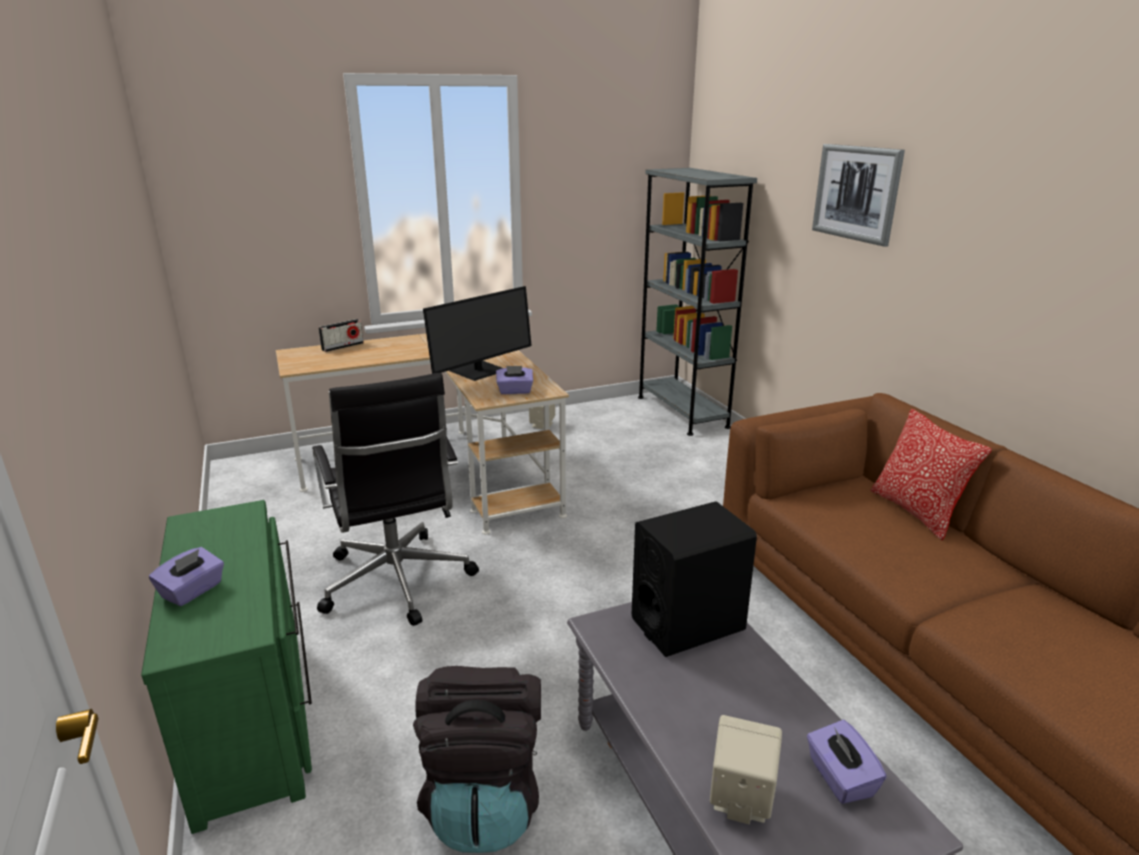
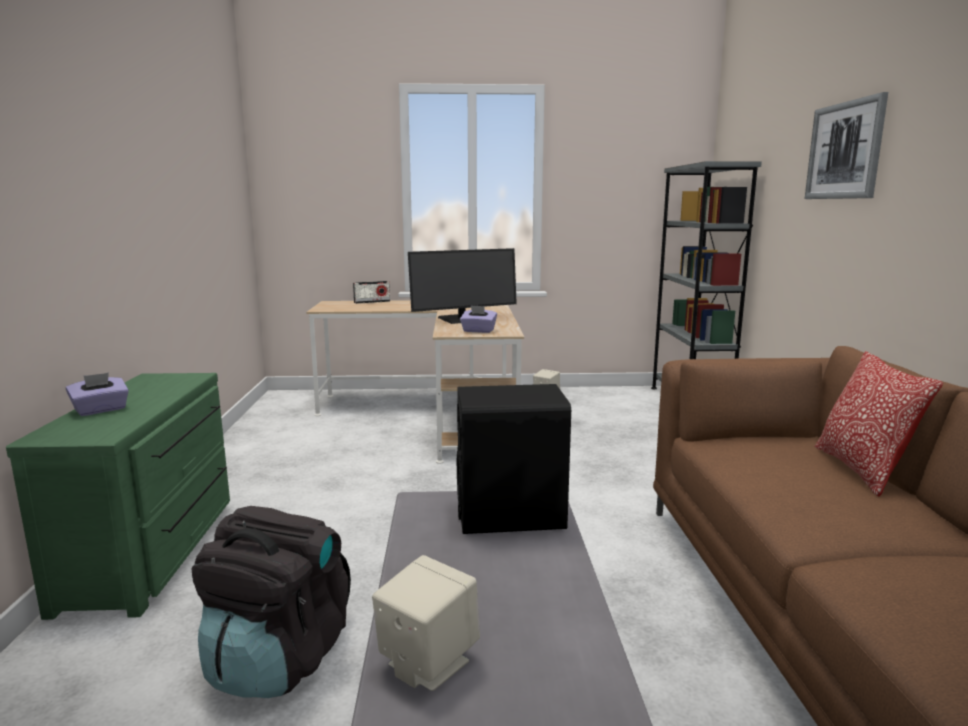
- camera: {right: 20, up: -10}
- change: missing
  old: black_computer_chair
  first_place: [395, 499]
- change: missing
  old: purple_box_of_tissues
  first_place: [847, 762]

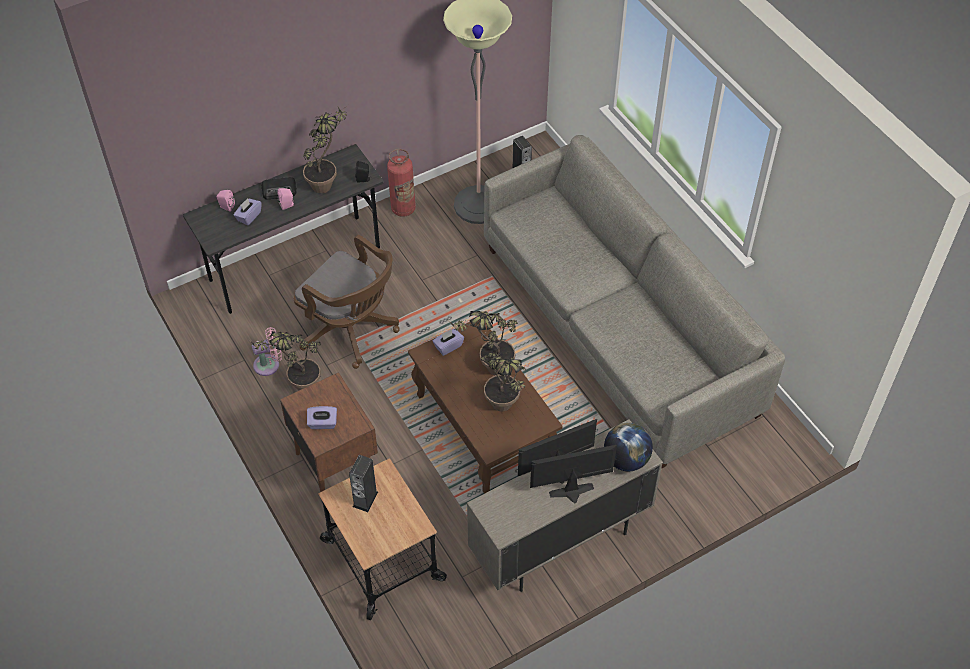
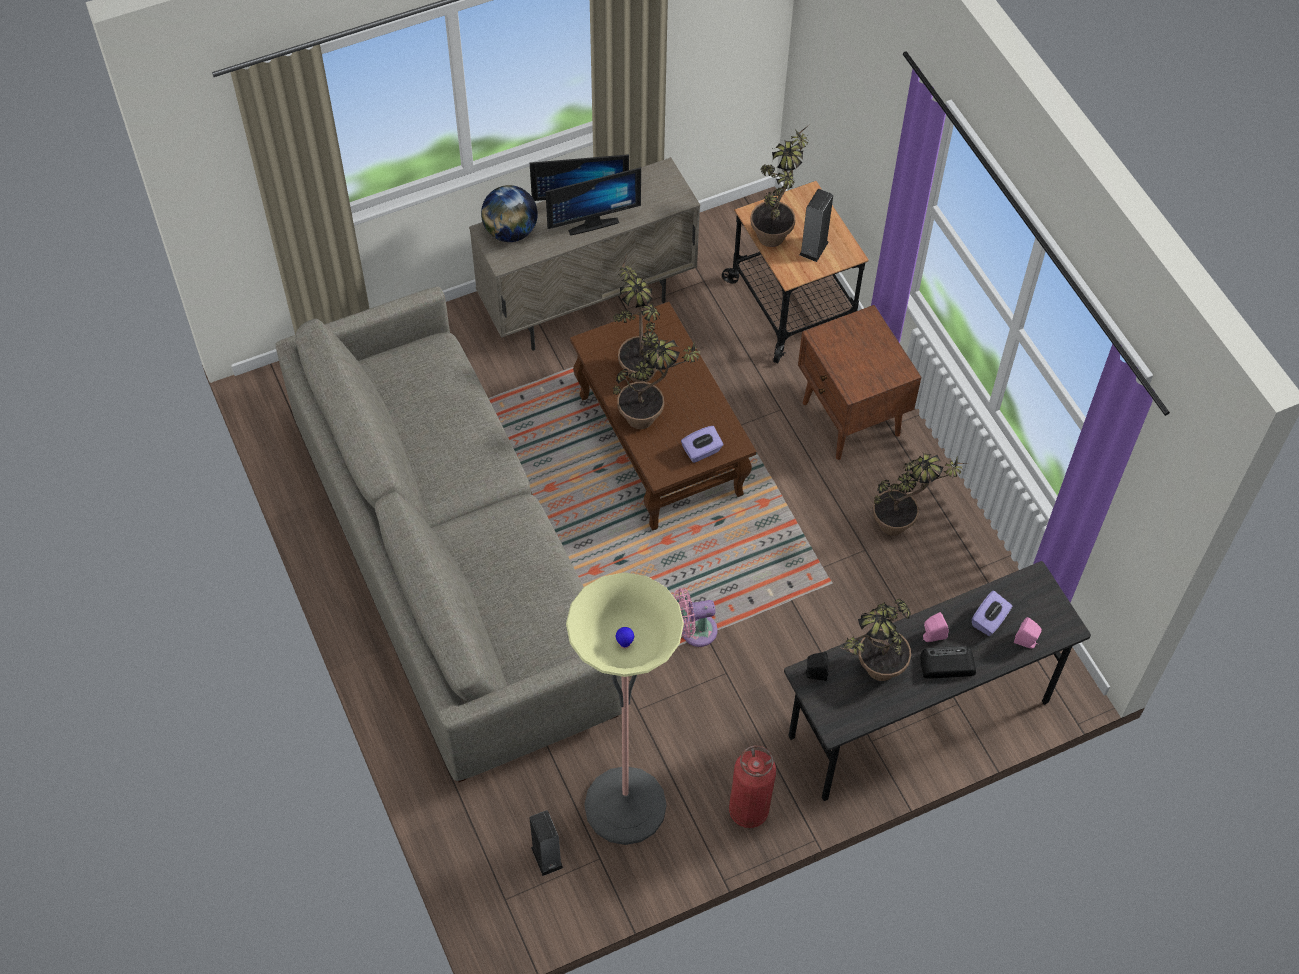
- camera: {right: -175, up: 5}
- change: missing
  old: brownish_computer_chair
  first_place: [347, 302]
- change: missing
  old: purple_box_of_tissues
  first_place: [322, 417]
- change: appeared
  new: potted_plant
  second_place: [780, 185]
- change: relocated
  old: pink-coloured_fan
  first_place: [267, 351]
  second_place: [695, 617]

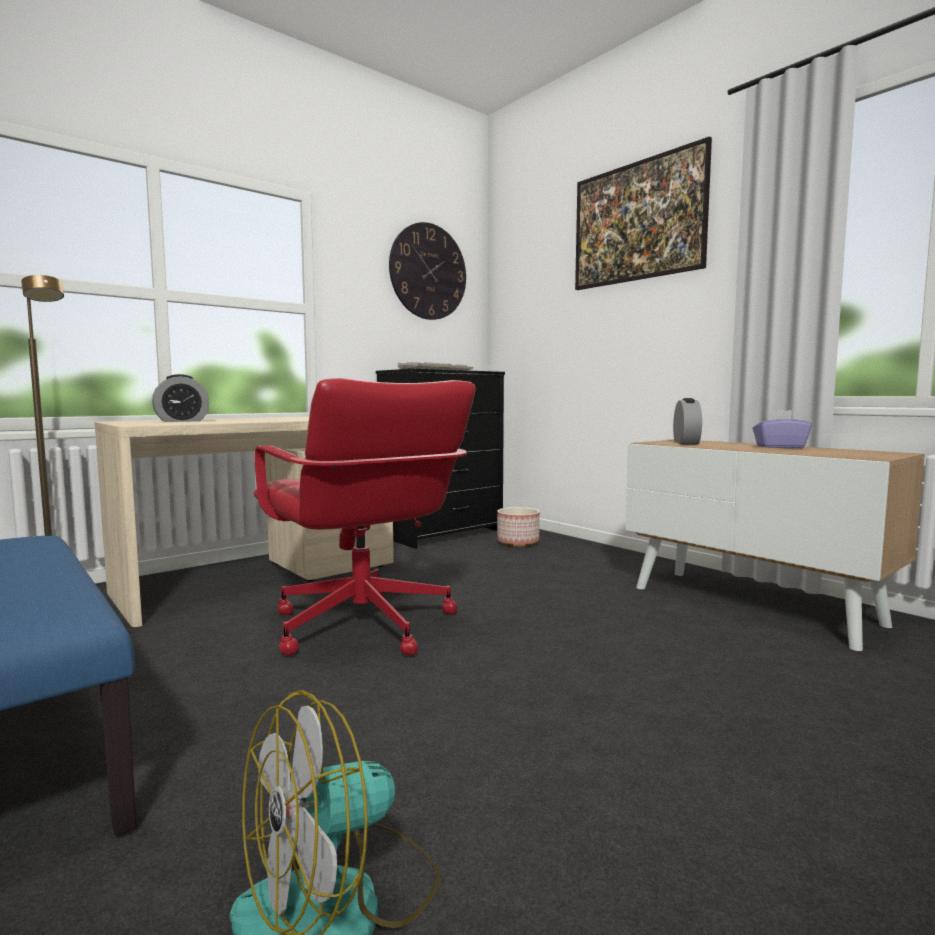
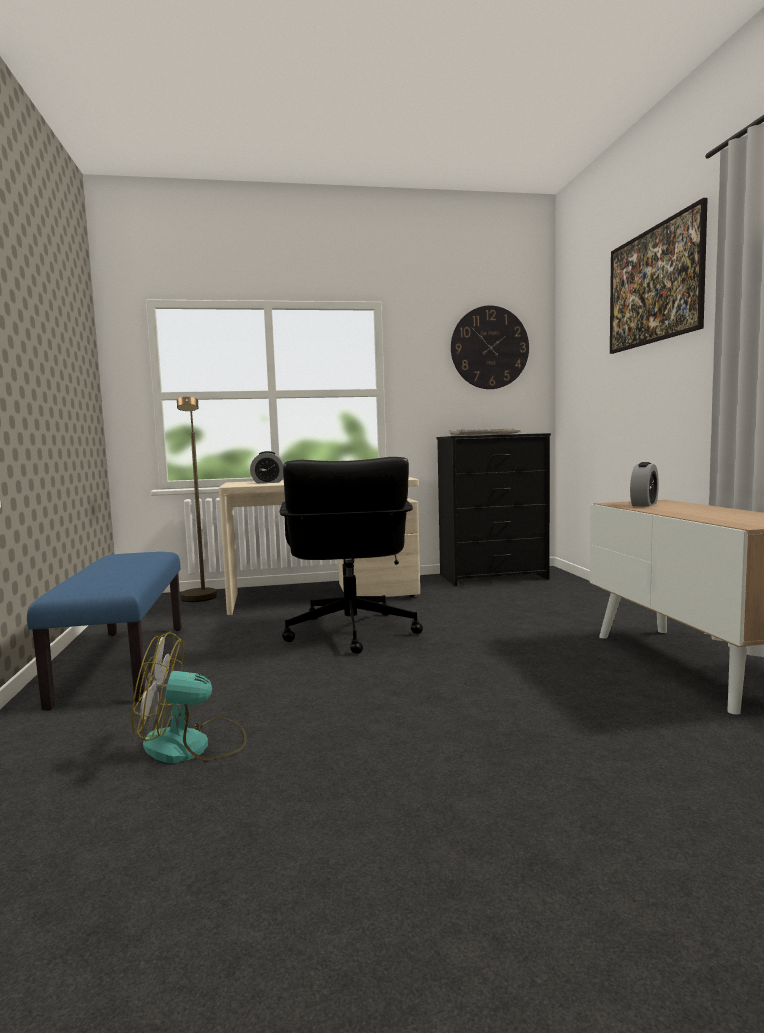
- camera: {right: 30, up: 0}
- change: missing
  old: plant_pot
  first_place: [518, 527]
- change: missing
  old: purple_box_of_tissues
  first_place: [782, 429]
- change: colour
  old: reddish_computer_chair
  new: black_computer_chair
  first_place: [364, 516]
  second_place: [351, 555]

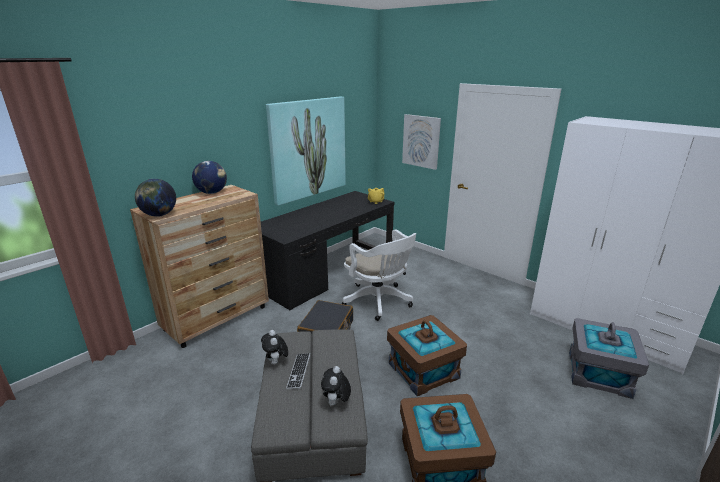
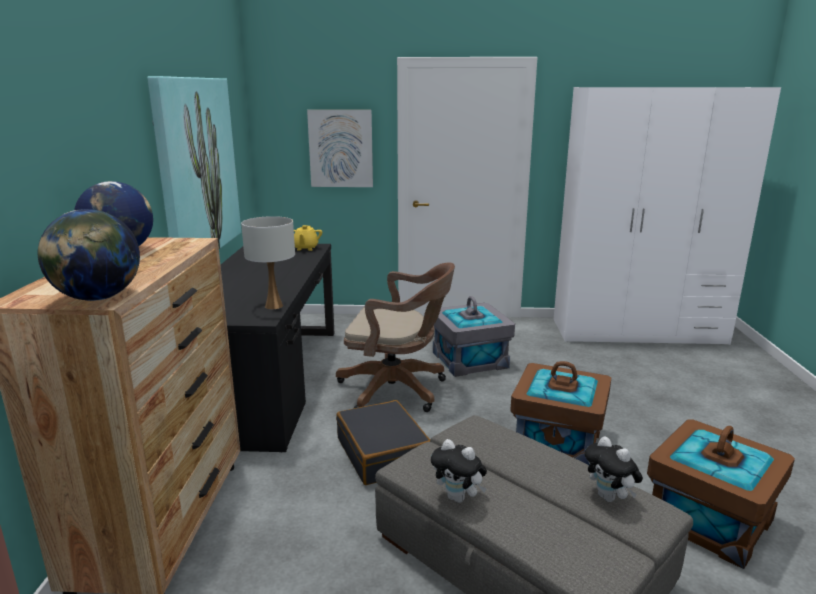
- camera: {right: -40, up: -5}
- change: missing
  old: PC_keyboard
  first_place: [298, 371]
- change: appeared
  new: whitish_lamp_for_a_table
  second_place: [268, 262]
- change: relocated
  old: greyish_storage_box
  first_place: [609, 358]
  second_place: [474, 336]
- change: colour
  old: whitish_computer_chair
  new: brownish_computer_chair
  first_place: [379, 275]
  second_place: [395, 337]

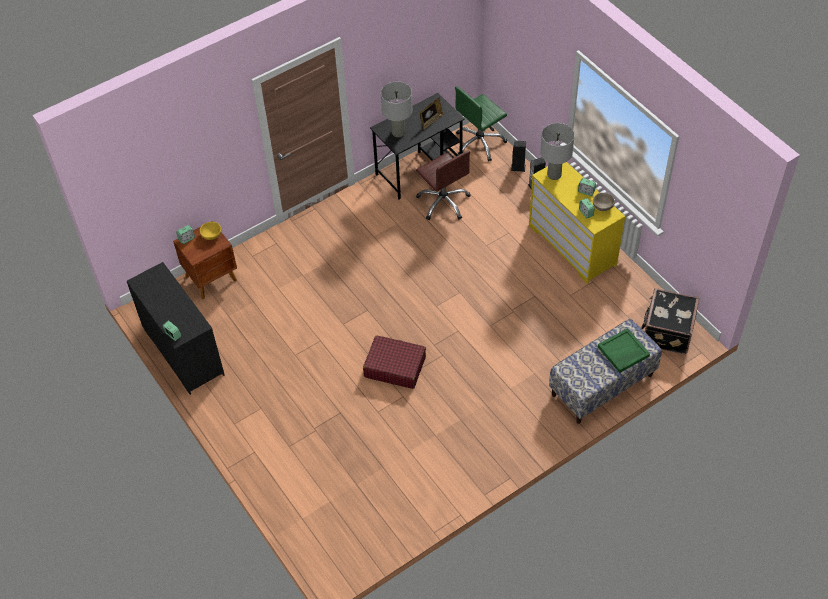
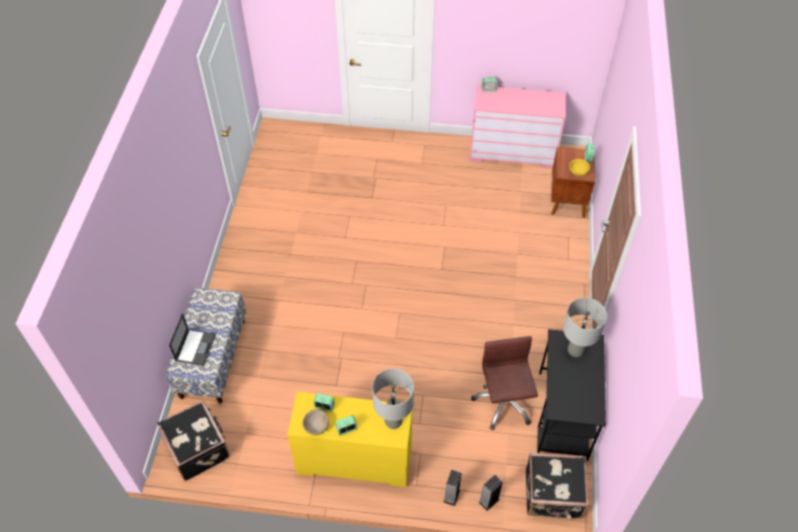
- camera: {right: 130, up: 0}
- change: missing
  old: reddish_travel_case
  first_place: [394, 362]
- change: missing
  old: standing_frame
  first_place: [432, 113]
- change: exchanged
  old: green-coloured_computer_chair
  new: black_travel_case
  first_place: [481, 124]
  second_place: [557, 486]
- change: exchanged
  old: green-coloured_carrying_tray
  new: portable_computer
  first_place: [624, 350]
  second_place: [192, 339]
- change: colour
  old: black_drawer_chest
  new: pink-coloured_drawer_chest
  first_place: [176, 328]
  second_place: [517, 127]
- change: spun
  old: brownish_computer_chair
  first_place: [443, 185]
  second_place: [504, 383]
  degrees: 75

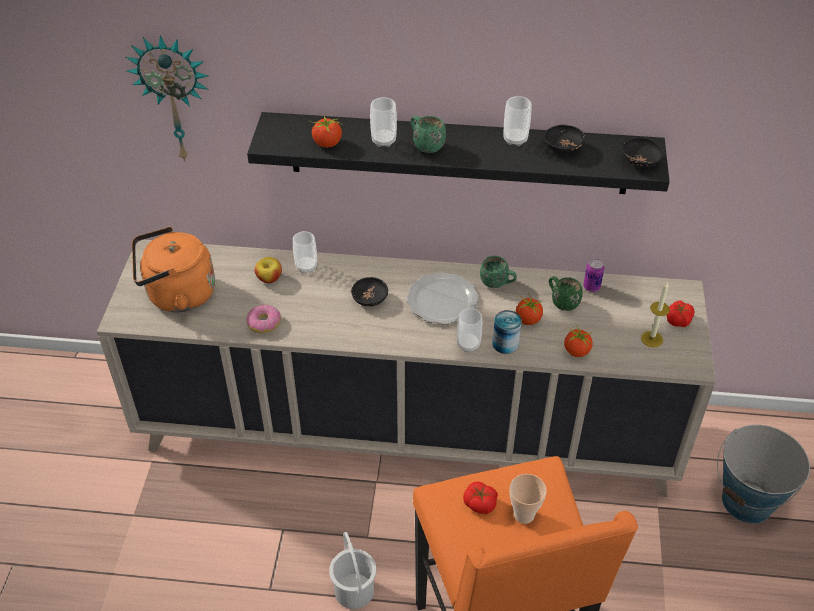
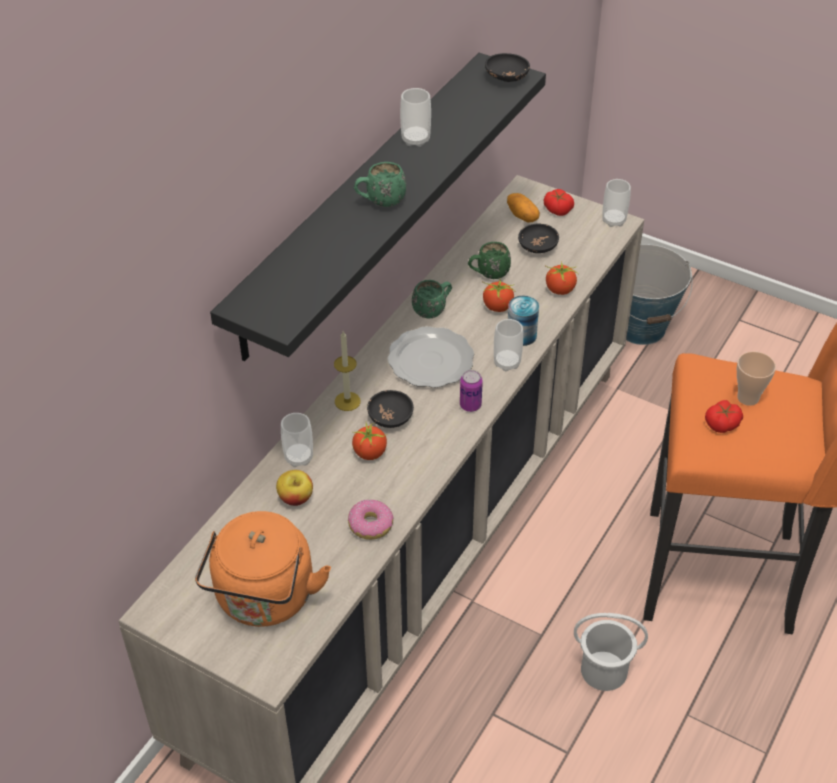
- camera: {right: -65, up: 0}
- change: missing
  old: hanging_clock
  first_place: [167, 98]
- change: appeared
  new: potato
  second_place: [523, 208]
- change: relocated
  old: tomato
  first_place: [326, 131]
  second_place: [369, 441]
- change: relocated
  old: cup
  first_place: [383, 122]
  second_place: [616, 203]
- change: relocated
  old: black_deep_dish
  first_place: [564, 139]
  second_place: [538, 238]
- change: relocated
  old: can
  first_place: [593, 275]
  second_place: [471, 391]
- change: relocated
  old: candle
  first_place: [655, 314]
  second_place: [347, 371]

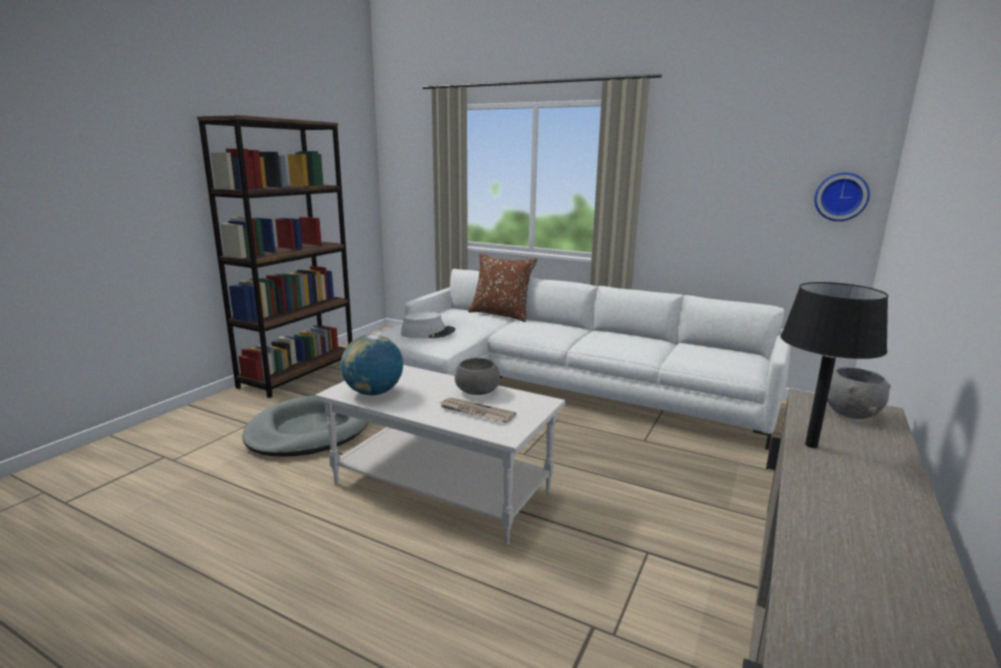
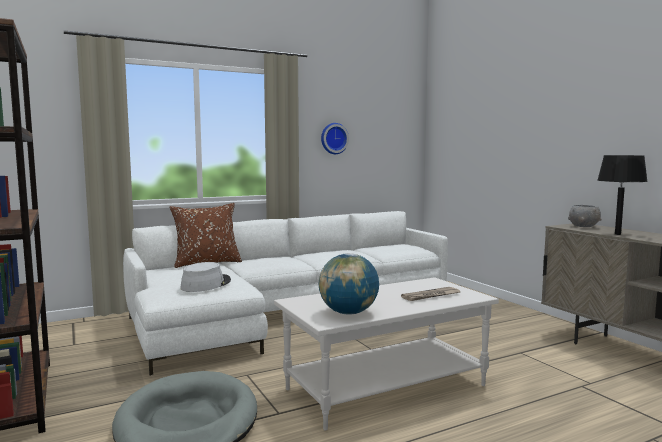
- camera: {right: -55, up: -10}
- change: missing
  old: greyish_deep_dish
  first_place: [477, 376]
- change: relocated
  old: hanging_clock
  first_place: [842, 197]
  second_place: [335, 138]

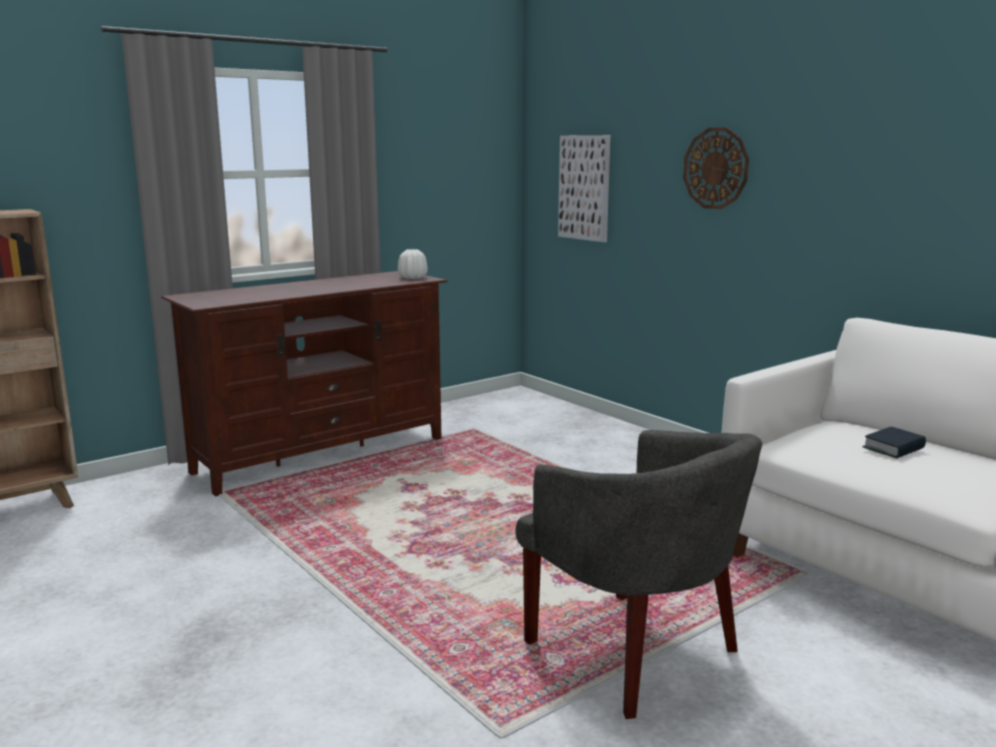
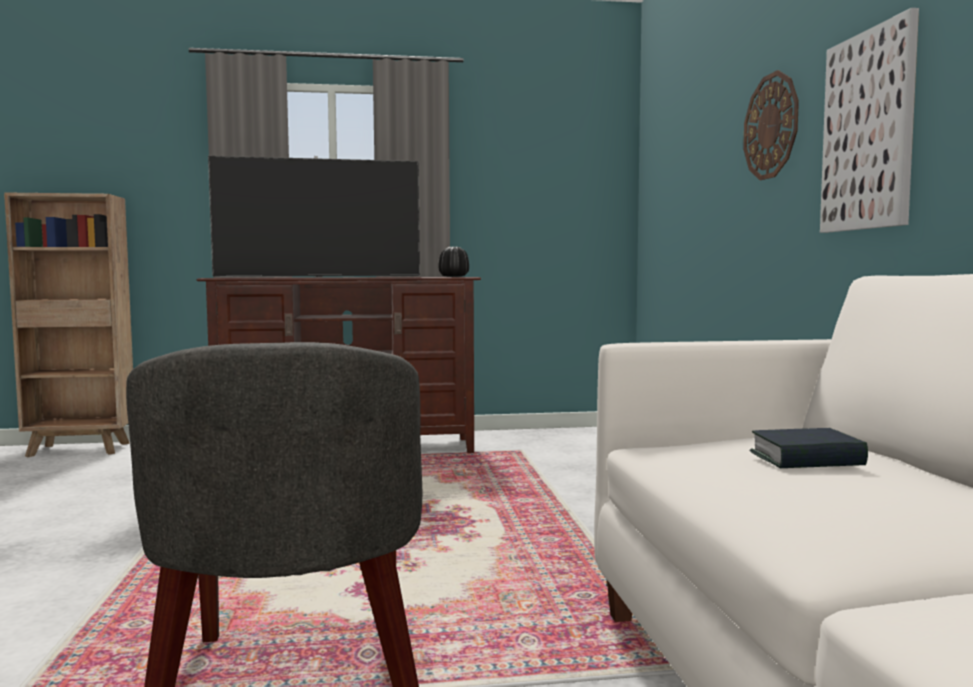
- camera: {right: 30, up: -10}
- change: appeared
  new: television
  second_place: [314, 216]
- change: relocated
  old: picture
  first_place: [584, 188]
  second_place: [869, 120]
- change: colour
  old: whitish_vase
  new: black_vase
  first_place: [412, 264]
  second_place: [454, 262]

